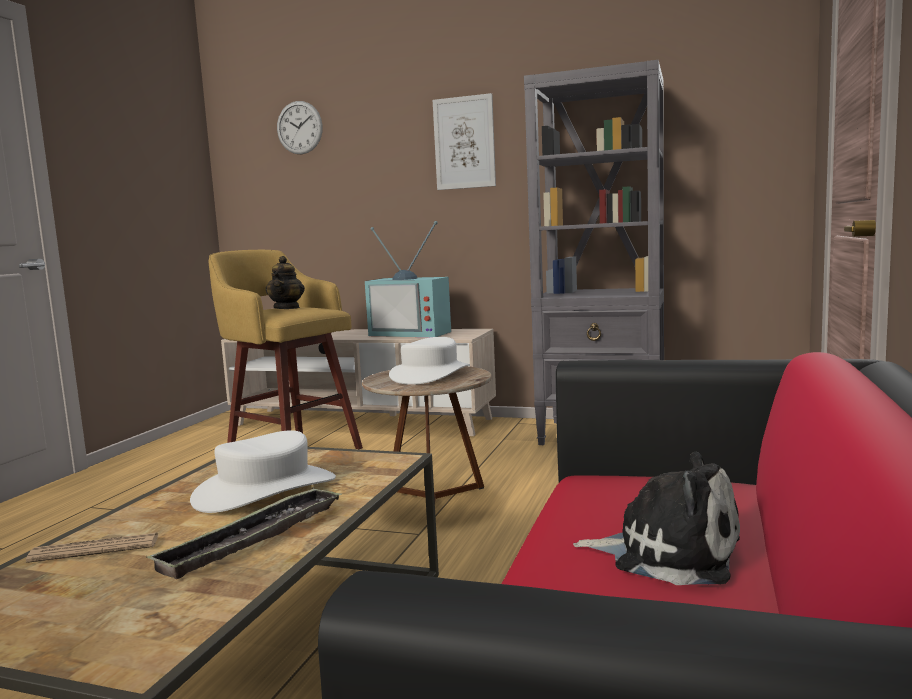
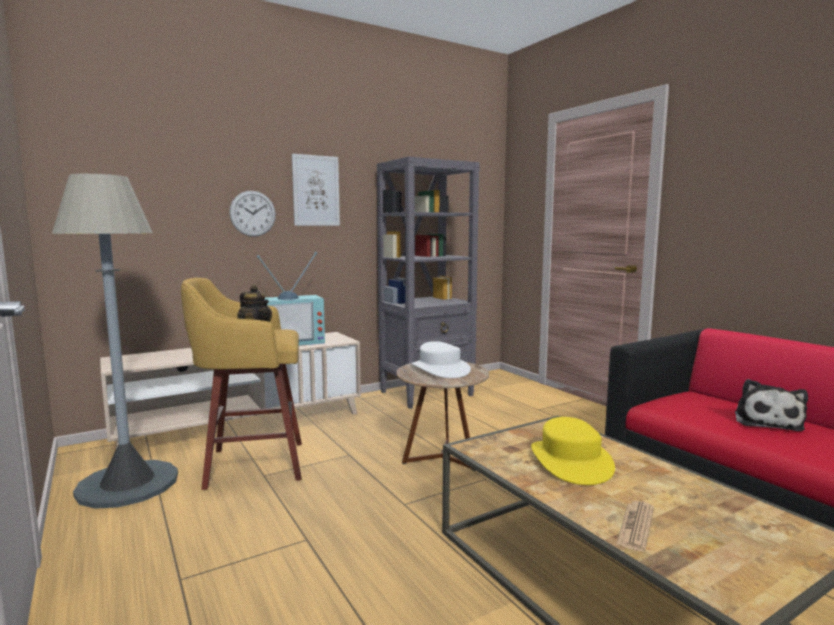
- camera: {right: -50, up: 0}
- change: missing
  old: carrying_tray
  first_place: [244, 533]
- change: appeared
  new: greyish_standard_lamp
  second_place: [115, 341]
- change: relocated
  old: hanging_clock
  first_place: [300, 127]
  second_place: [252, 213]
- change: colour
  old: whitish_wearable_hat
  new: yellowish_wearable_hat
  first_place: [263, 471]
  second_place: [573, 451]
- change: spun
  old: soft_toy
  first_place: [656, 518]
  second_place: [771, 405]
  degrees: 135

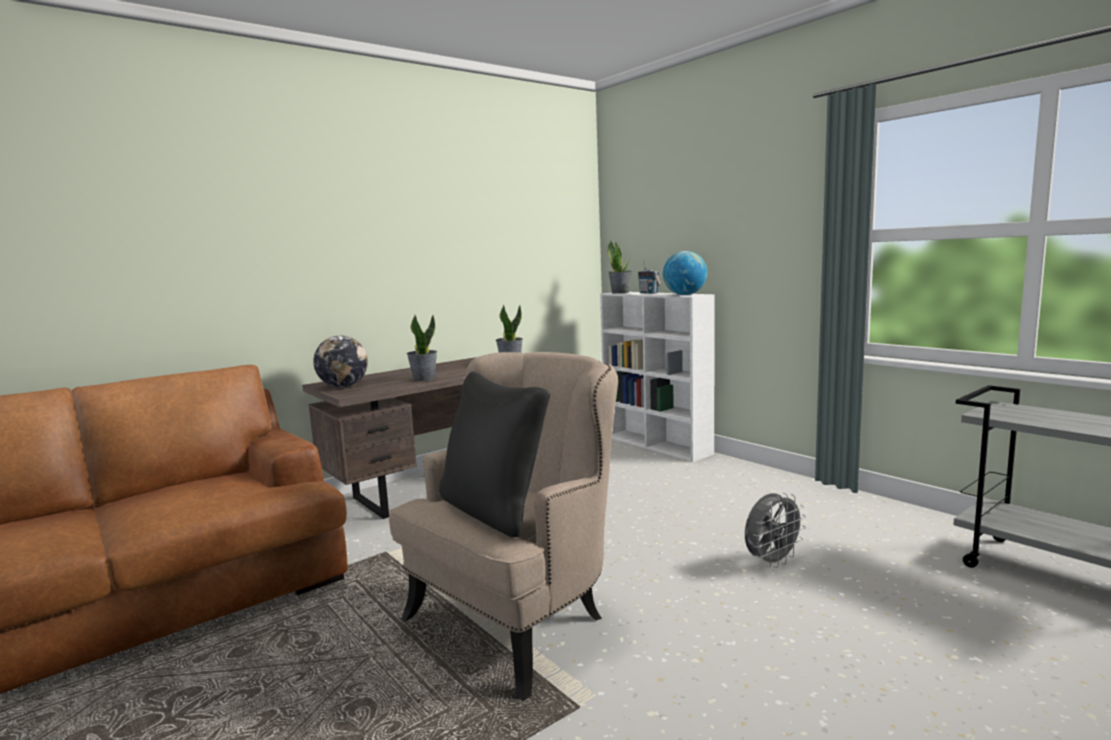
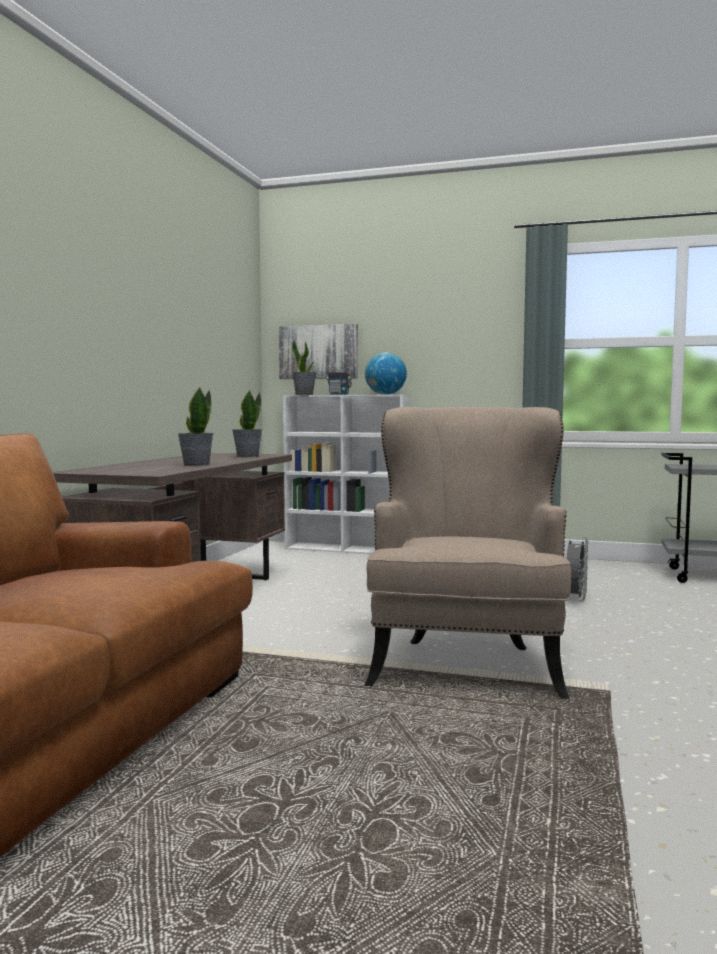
- camera: {right: -35, up: -5}
- change: missing
  old: world_globe
  first_place: [340, 361]
- change: missing
  old: black_cushion
  first_place: [494, 454]
- change: appeared
  new: picture
  second_place: [318, 351]

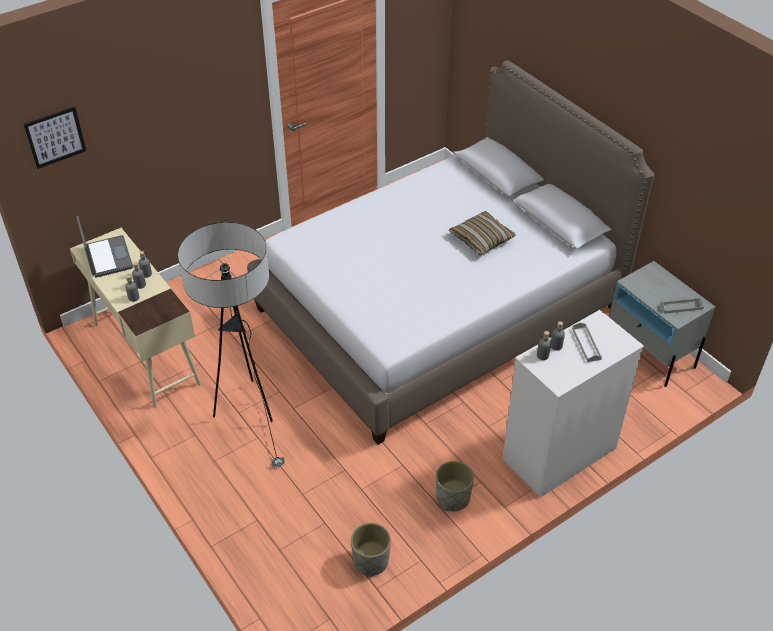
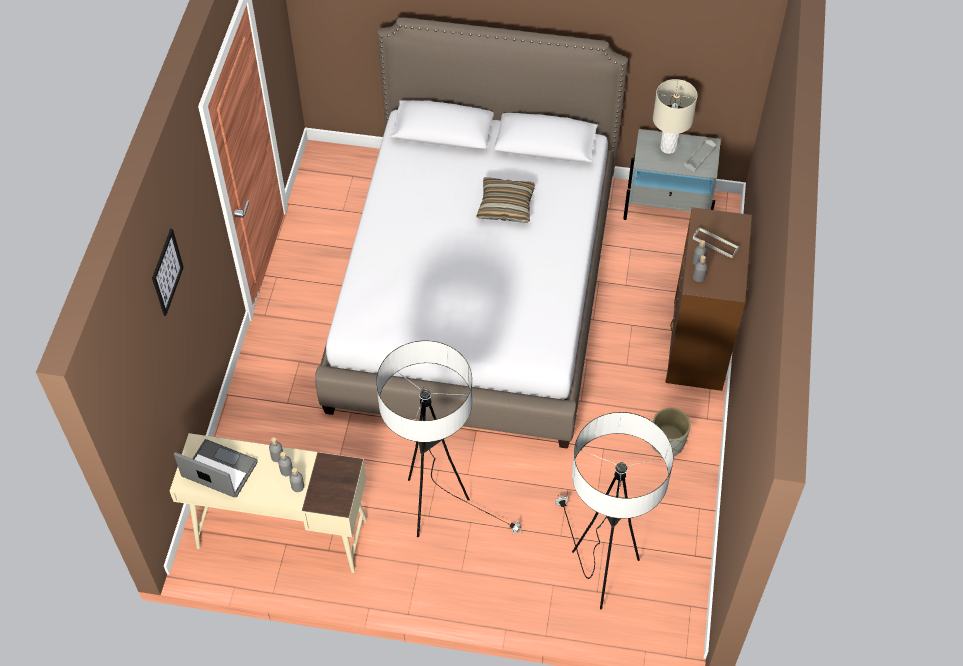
- camera: {right: -45, up: 10}
- change: missing
  old: greyish_plant_pot
  first_place: [371, 550]
- change: appeared
  new: standard_lamp
  second_place: [614, 510]
- change: appeared
  new: beige-coloured_lamp_for_a_table
  second_place: [675, 116]
- change: relocated
  old: picture
  first_place: [54, 137]
  second_place: [168, 272]
- change: colour
  old: whitish_drawer_chest
  new: brownish_drawer_chest
  first_place: [573, 404]
  second_place: [708, 299]

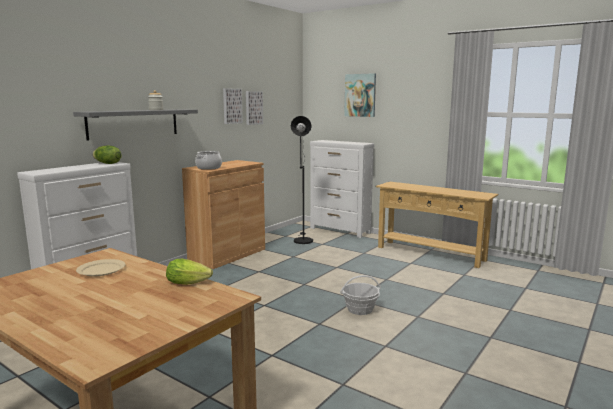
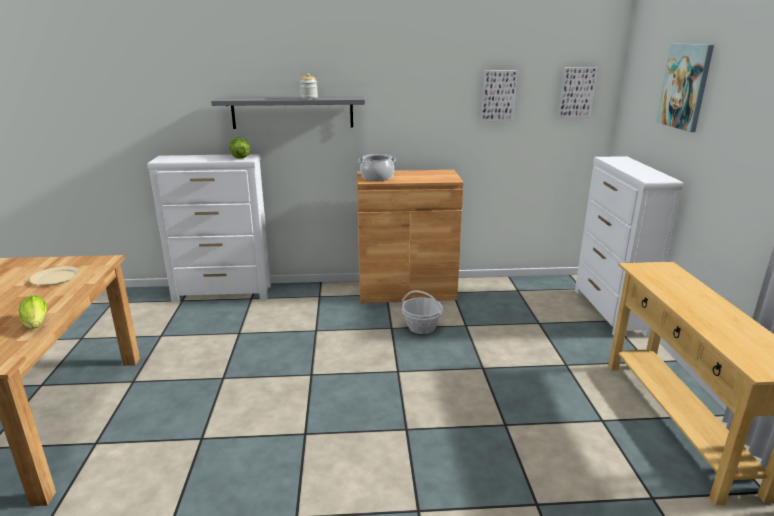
- camera: {right: 50, up: 10}
- change: missing
  old: black_standard_lamp
  first_place: [302, 180]
- change: relocated
  old: picture
  first_place: [233, 106]
  second_place: [577, 92]
- change: relocated
  old: storage_basket
  first_place: [360, 295]
  second_place: [423, 312]

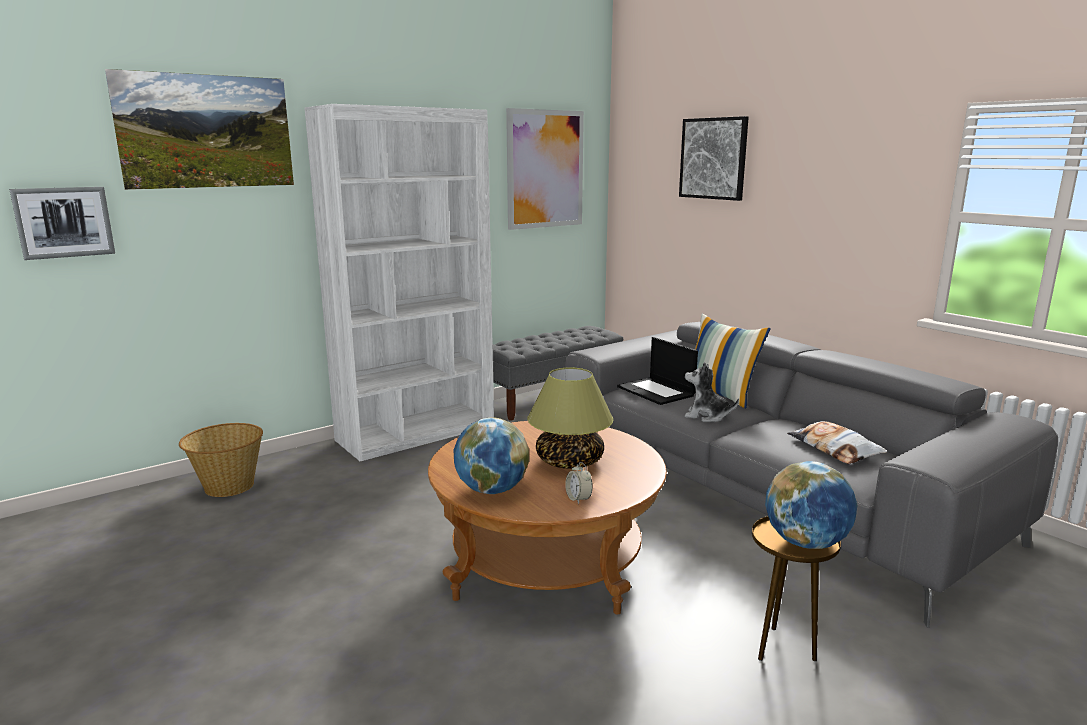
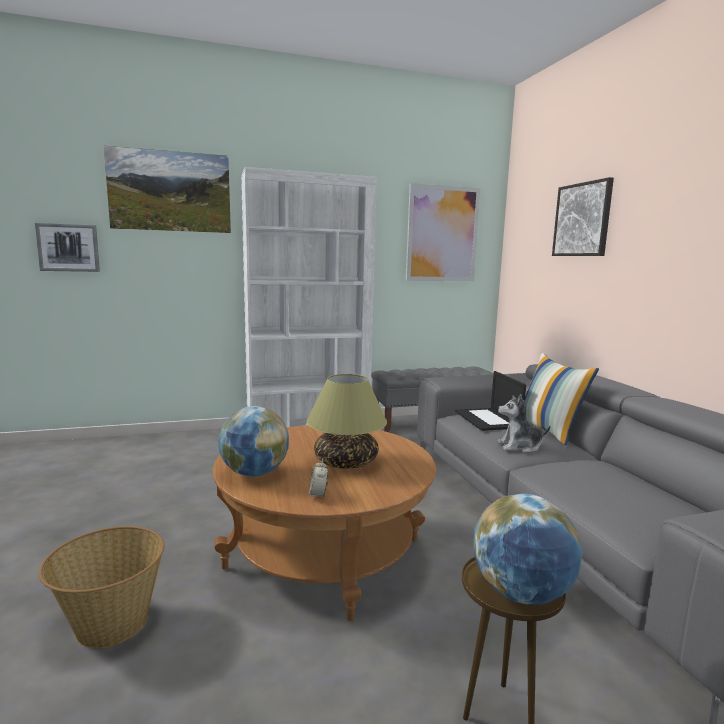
- camera: {right: 20, up: -5}
- change: missing
  old: cushion
  first_place: [837, 442]
- change: relocated
  old: storage_basket
  first_place: [221, 460]
  second_place: [101, 587]
- change: spun
  old: soft_toy
  first_place: [711, 392]
  second_place: [524, 423]
  degrees: -45

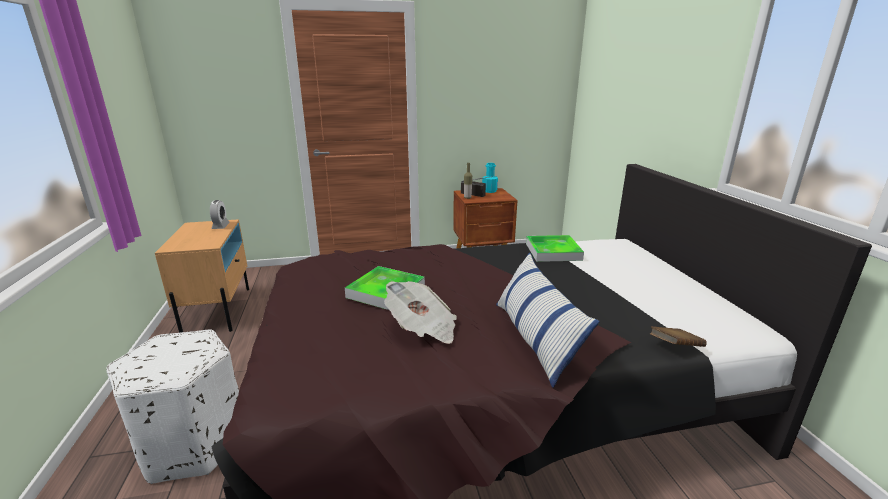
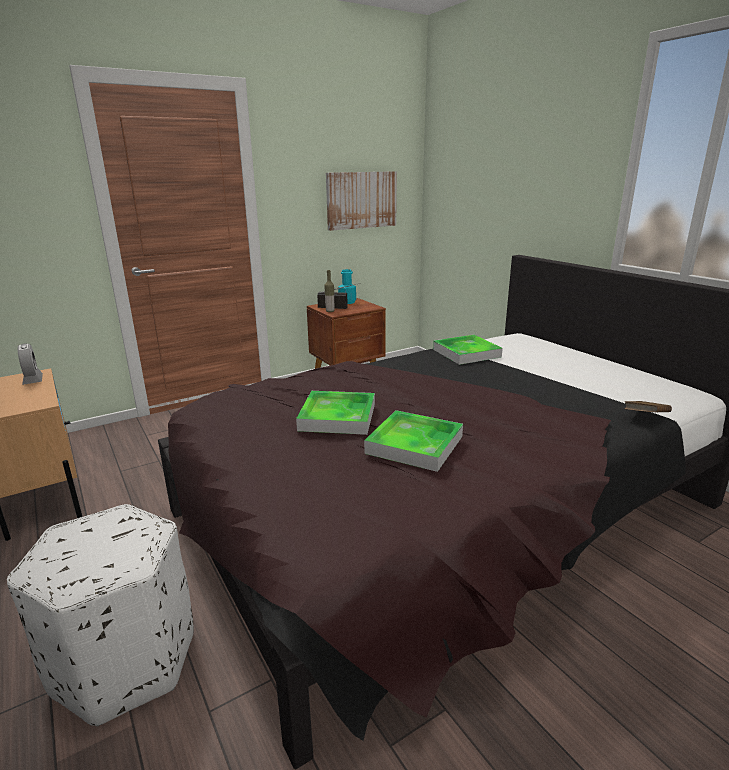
- camera: {right: -20, up: 0}
- change: missing
  old: cushion
  first_place: [548, 320]
- change: appeared
  new: picture
  second_place: [361, 201]
- change: exchanged
  old: daily_paper
  new: carrying_tray
  first_place: [420, 312]
  second_place: [413, 441]

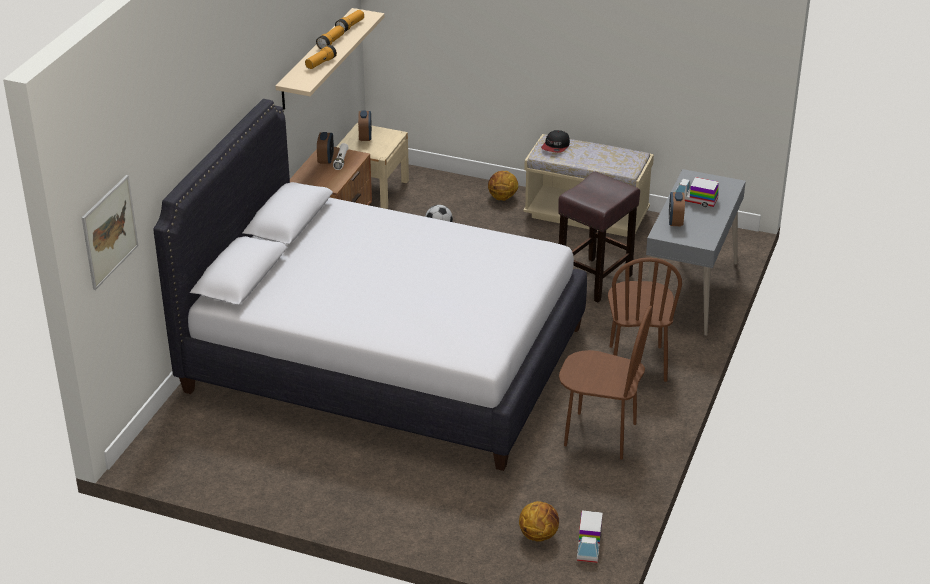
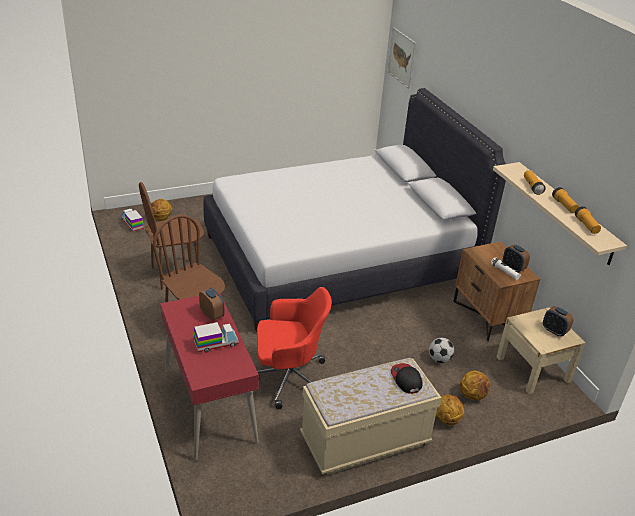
- camera: {right: 135, up: 0}
- change: appeared
  new: basketball_ball
  second_place: [475, 385]
- change: exchanged
  old: brownish_sitting_stool
  new: reddish_computer_chair
  first_place: [599, 237]
  second_place: [294, 348]
- change: colour
  old: greyish_desk
  new: reddish_desk
  first_place: [696, 252]
  second_place: [209, 376]

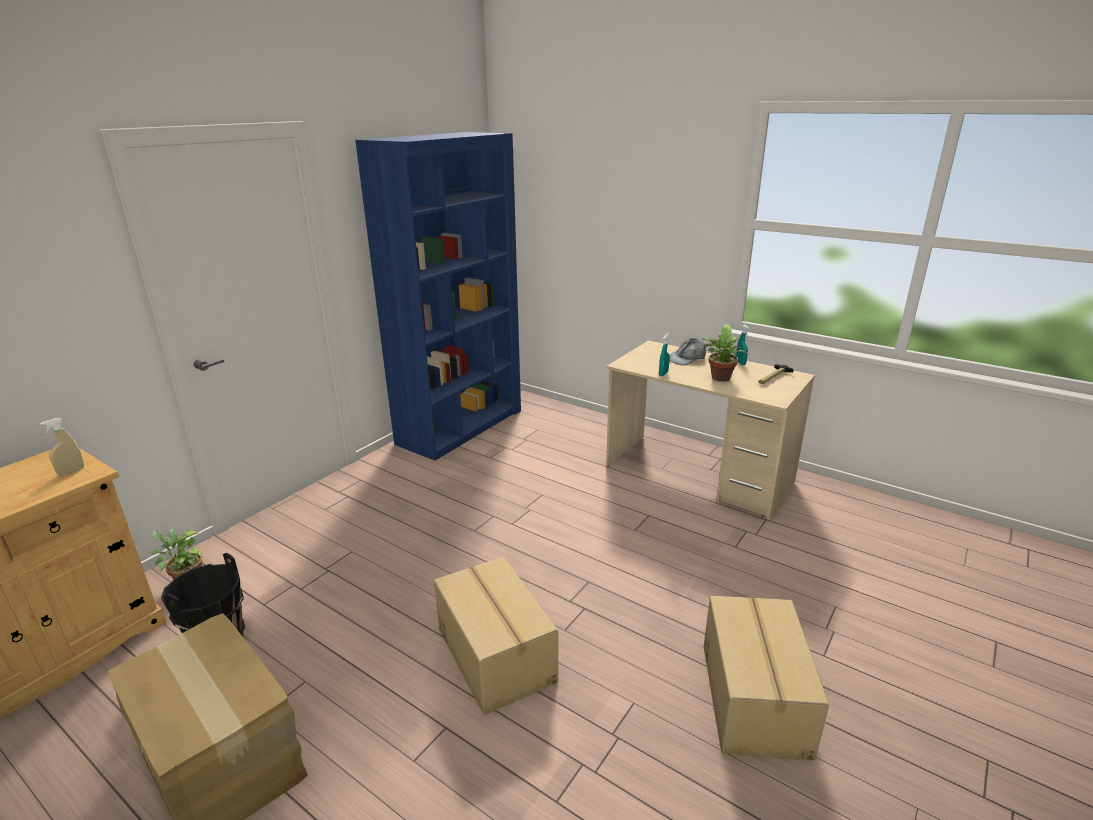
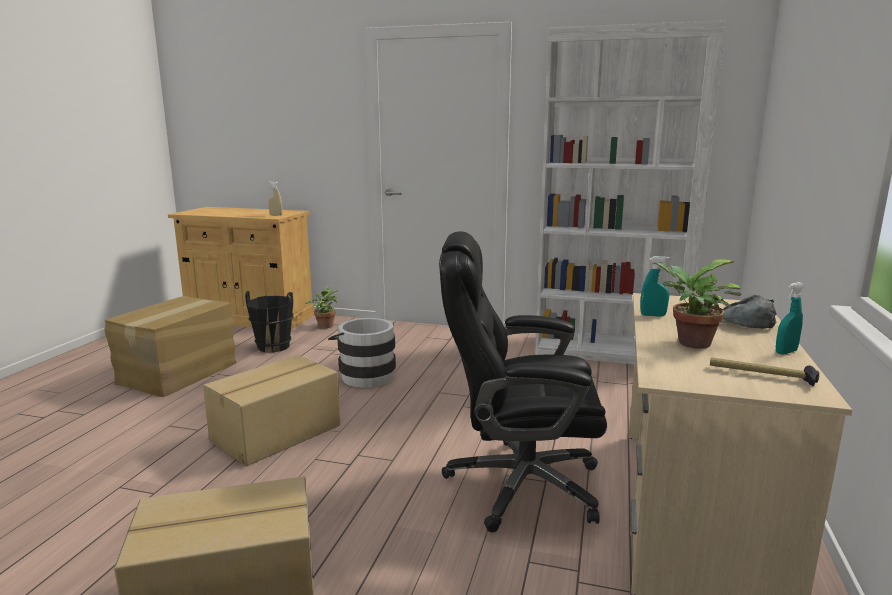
- camera: {right: 70, up: -10}
- change: appeared
  new: whitish_pail
  second_place: [362, 353]
- change: appeared
  new: black_computer_chair
  second_place: [523, 381]
- change: colour
  old: blue-coloured_bookcase
  new: whitish_bookcase
  first_place: [438, 296]
  second_place: [630, 192]

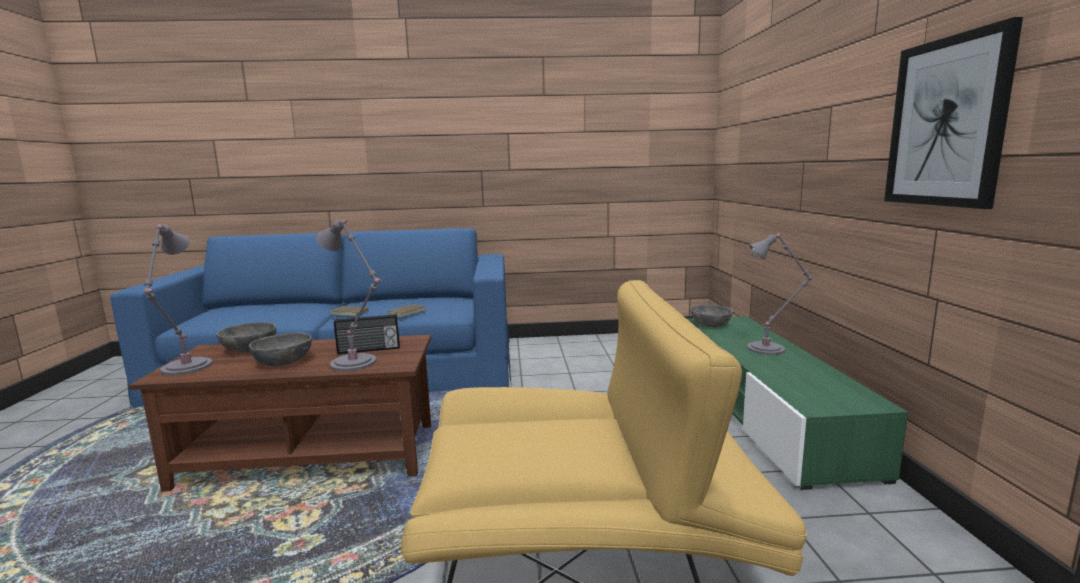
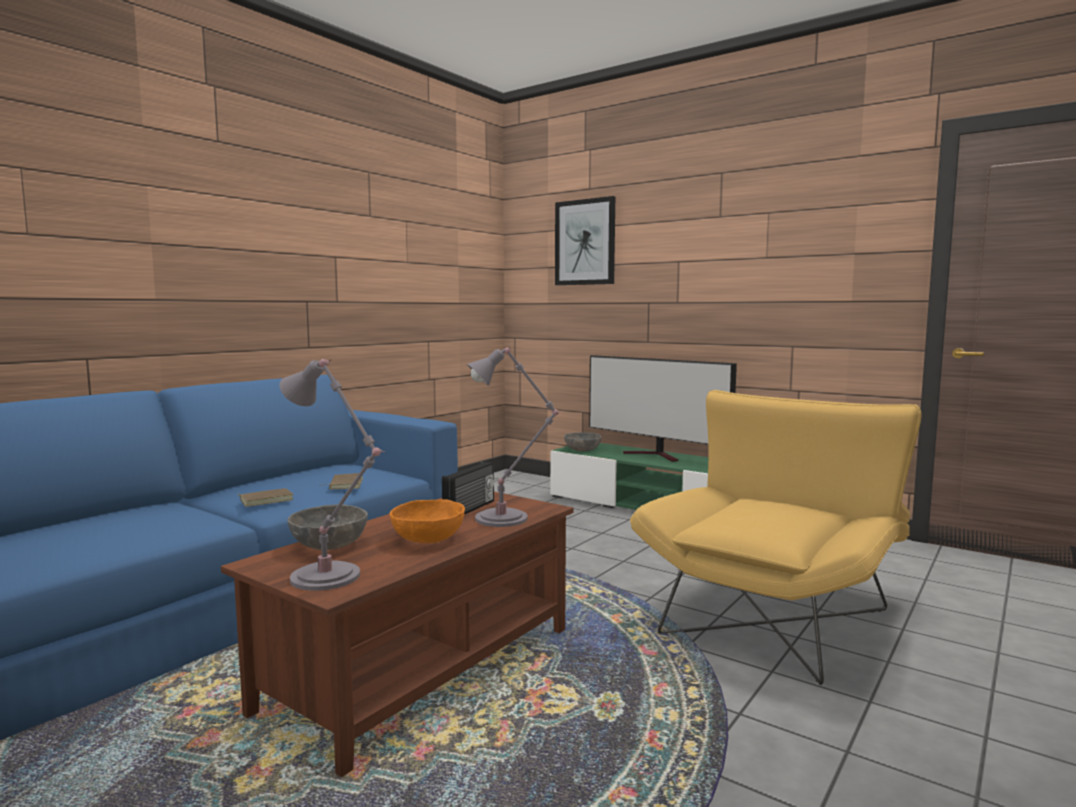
- camera: {right: -50, up: -5}
- change: relocated
  old: picture
  first_place: [953, 113]
  second_place: [585, 240]
- change: exchanged
  old: greyish_lamp_for_a_table
  new: television
  first_place: [779, 294]
  second_place: [663, 408]
- change: colour
  old: greyish_deep_dish
  new: orange-coloured_deep_dish
  first_place: [280, 349]
  second_place: [427, 521]

